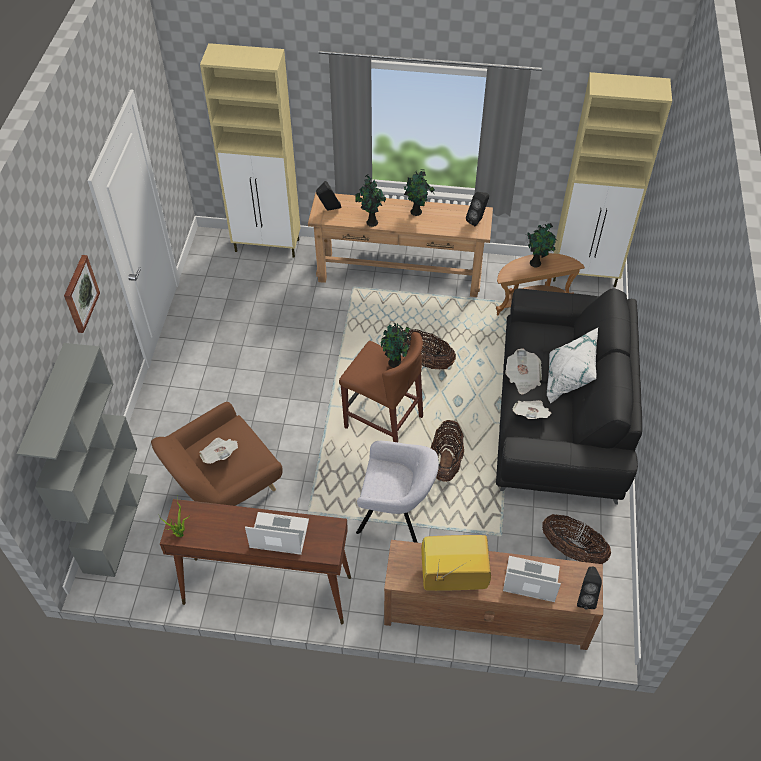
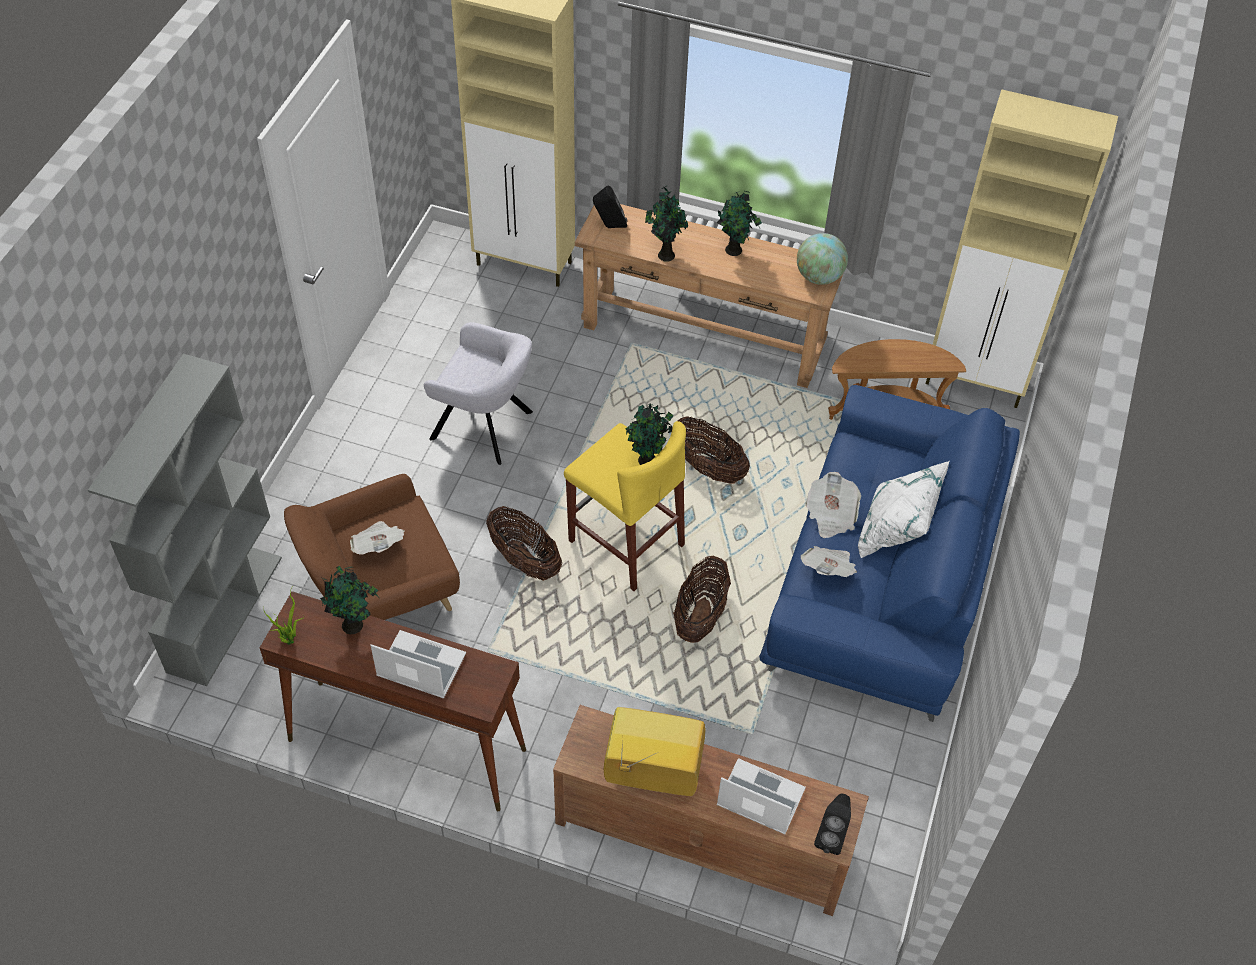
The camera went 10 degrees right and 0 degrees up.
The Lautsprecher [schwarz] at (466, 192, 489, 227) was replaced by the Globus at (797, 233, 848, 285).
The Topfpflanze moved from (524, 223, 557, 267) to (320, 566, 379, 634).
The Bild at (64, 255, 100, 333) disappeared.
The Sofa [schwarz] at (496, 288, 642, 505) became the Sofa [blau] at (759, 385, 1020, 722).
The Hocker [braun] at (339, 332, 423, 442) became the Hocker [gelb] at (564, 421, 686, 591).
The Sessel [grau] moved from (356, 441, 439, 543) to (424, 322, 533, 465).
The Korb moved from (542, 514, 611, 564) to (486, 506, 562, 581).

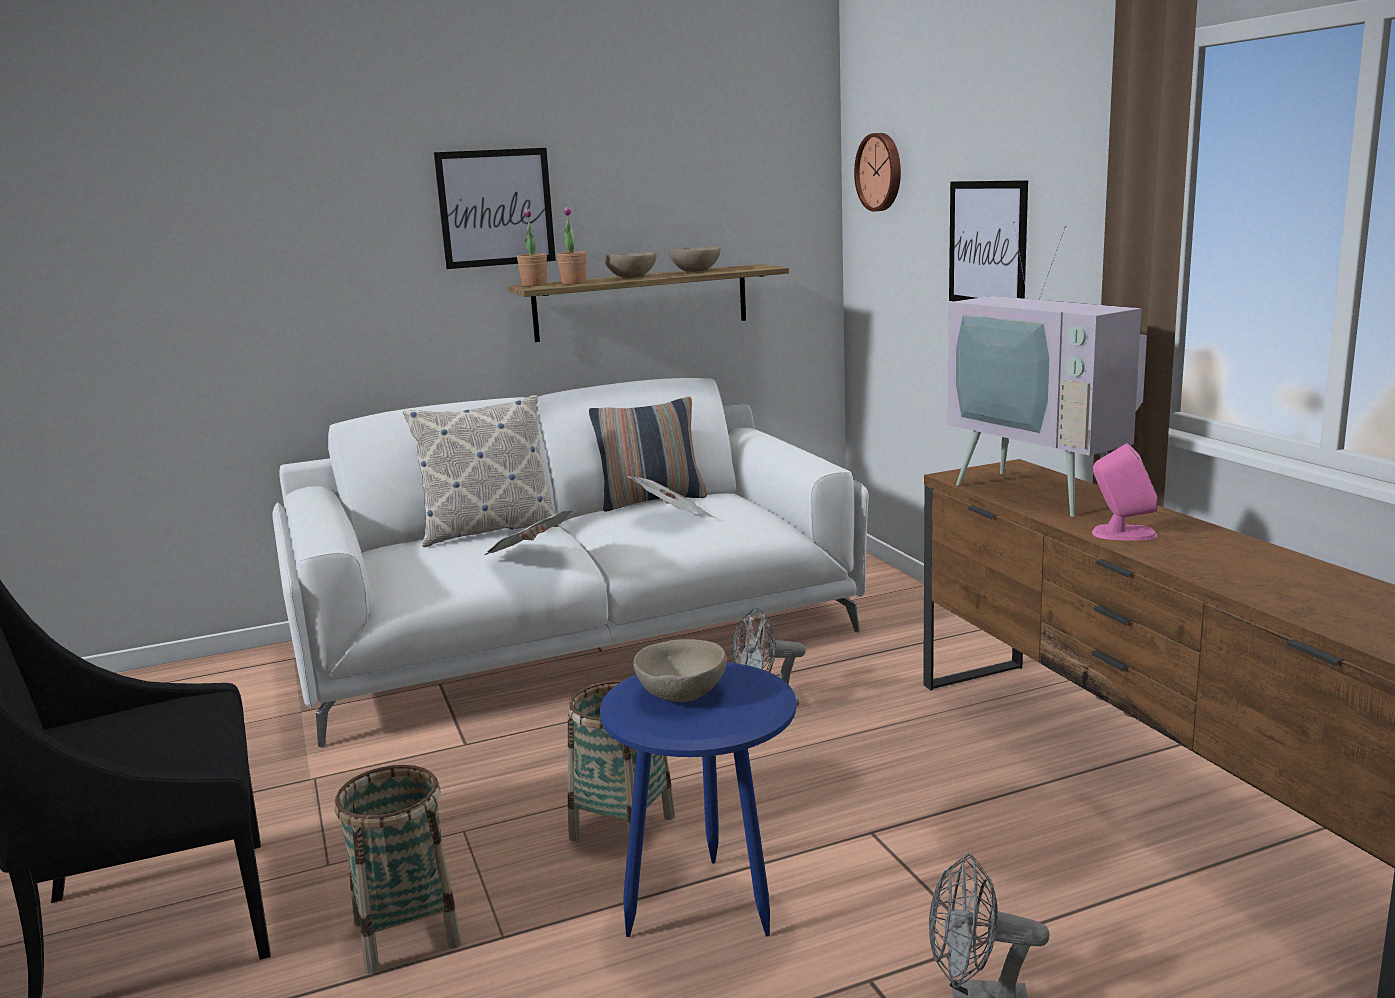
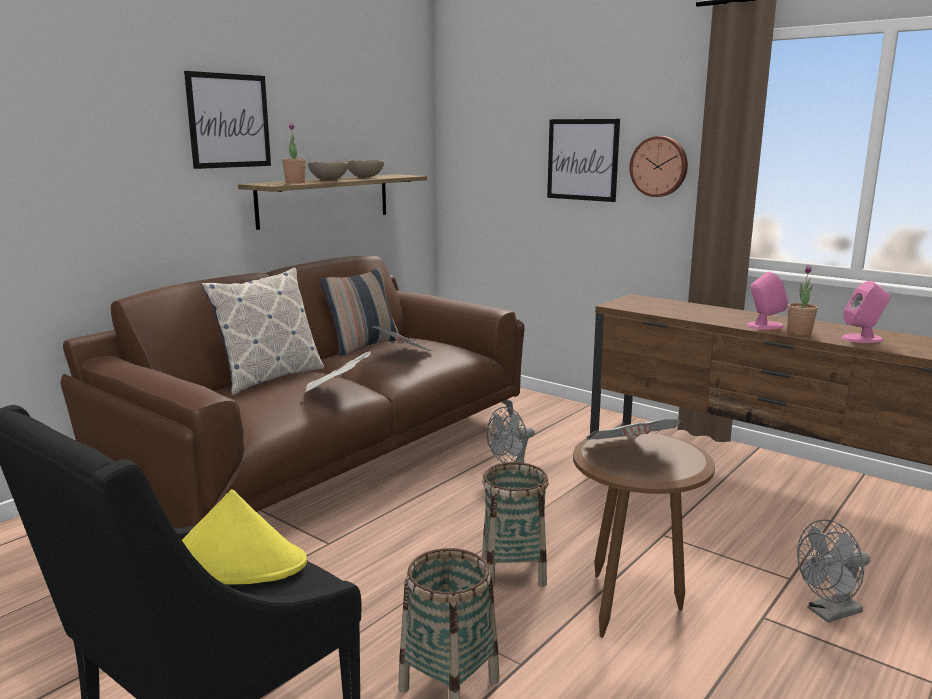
The camera went 30 degrees left and 0 degrees up.
The Wanduhr moved from (854, 133, 901, 211) to (629, 136, 688, 197).
The Topfpflanze moved from (517, 208, 547, 286) to (787, 265, 818, 335).
The Fernseher at (947, 221, 1147, 517) disappeared.
The Sofa [weiß] at (273, 378, 869, 747) became the Sofa [braun] at (60, 256, 525, 528).
The Schüssel [beige] at (633, 639, 727, 702) was replaced by the Zeitung at (585, 419, 682, 440).
The Beistelltisch [blau] at (600, 662, 796, 937) became the Beistelltisch [braun] at (573, 433, 715, 638).
The Lautsprecher [rosa] at (841, 281, 890, 343) appeared.
The Hut [gelb] at (182, 490, 307, 584) appeared.

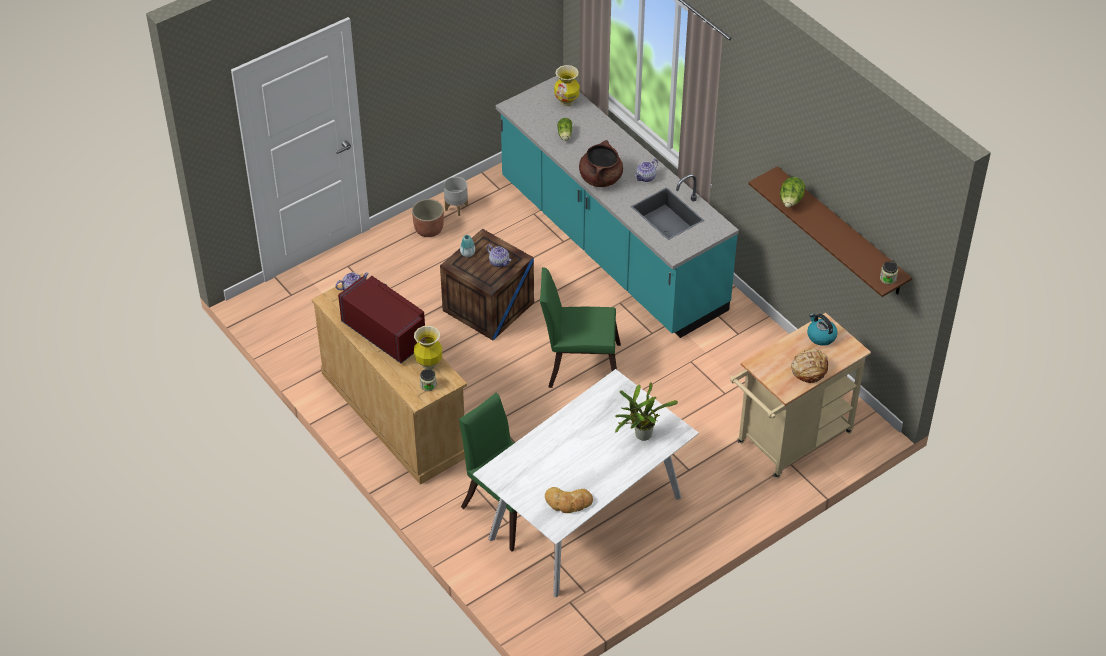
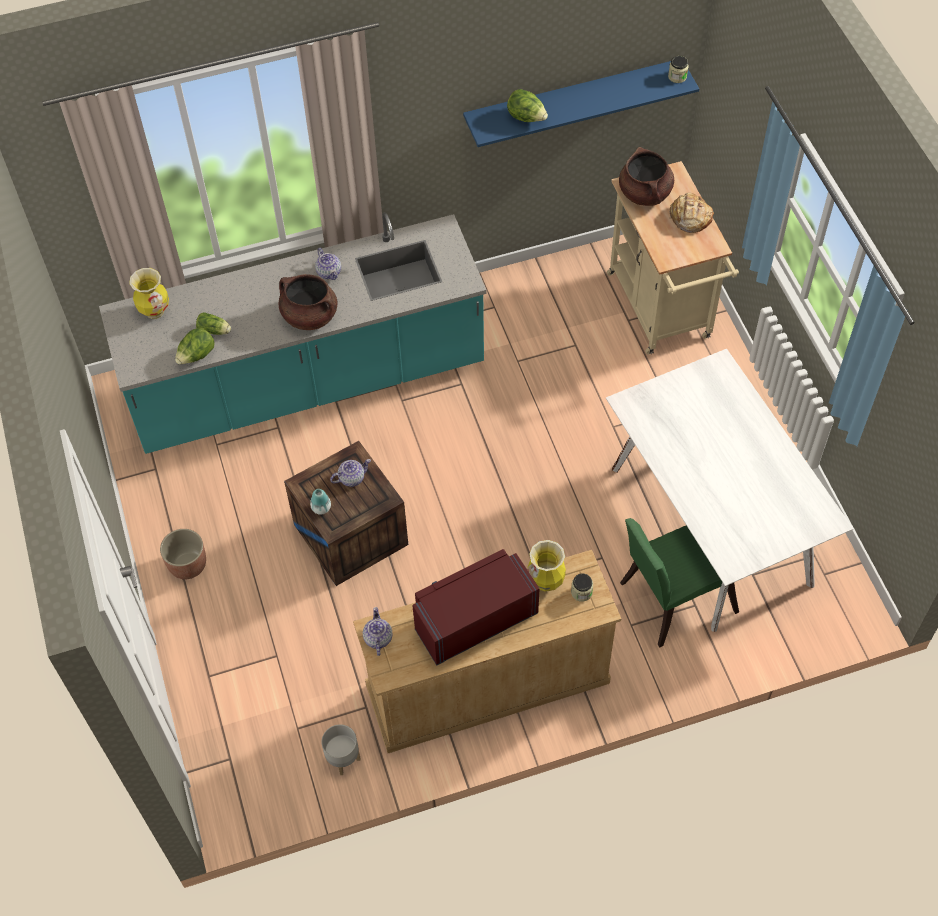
The camera went 70 degrees left and 10 degrees up.
The Wandregal [braun] at (748, 166, 912, 297) became the Wandregal [blau] at (463, 61, 699, 147).
The Pflanzkübel [grau] moved from (444, 177, 468, 216) to (321, 724, 360, 775).
The Stuhl [grün] at (540, 267, 621, 388) disappeared.
The Wasserkessel at (807, 313, 838, 345) was replaced by the Kochtopf [braun] at (619, 147, 674, 206).
The Topfpflanze at (615, 382, 678, 441) disappeared.
The Brot at (545, 487, 593, 513) disappeared.
The Salatkopf at (175, 328, 215, 364) appeared.

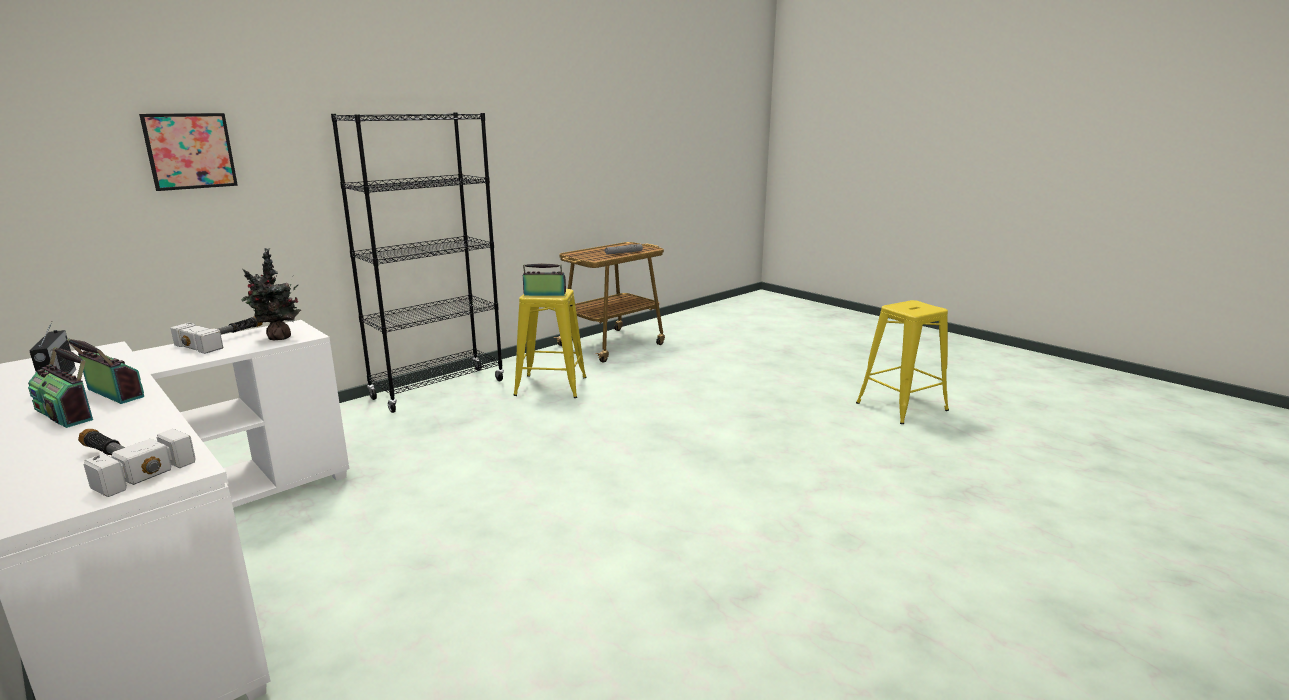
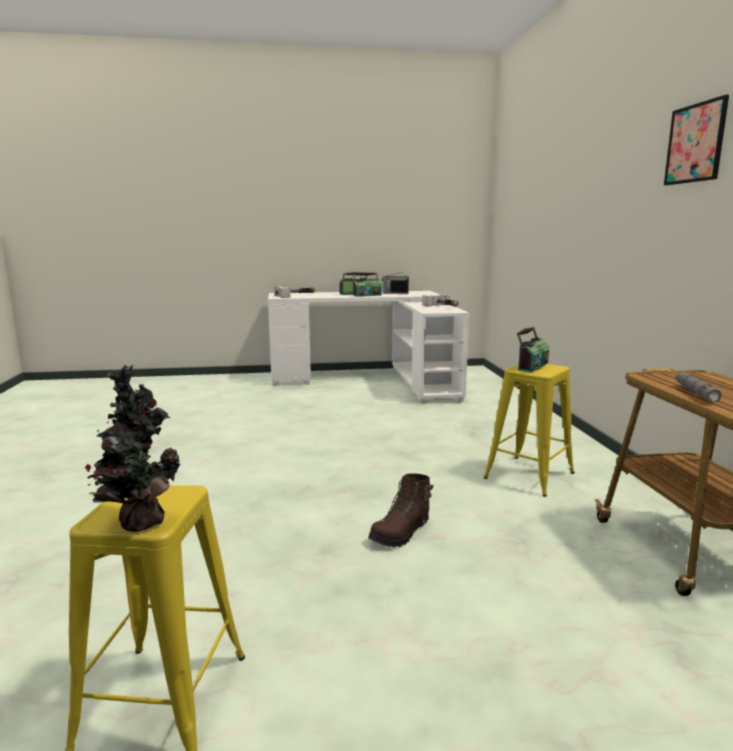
The camera went 125 degrees right and 5 degrees down.
The Bücherregal [schwarz] at (331, 112, 504, 413) disappeared.
The Bild moved from (139, 113, 238, 191) to (664, 95, 729, 185).
The Topfpflanze moved from (241, 248, 302, 340) to (85, 364, 180, 532).
The Stiefel [braun] at (368, 473, 433, 547) appeared.

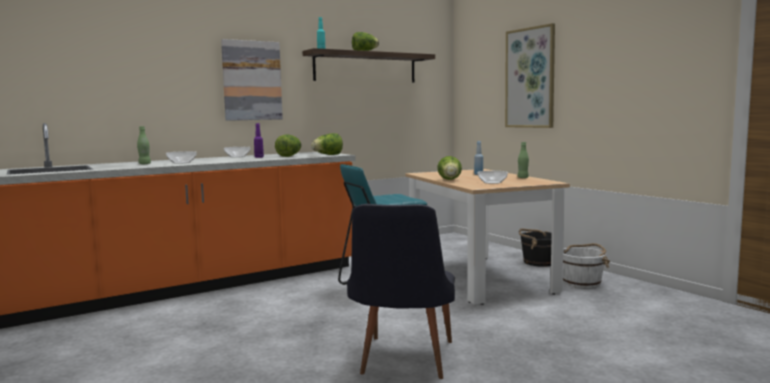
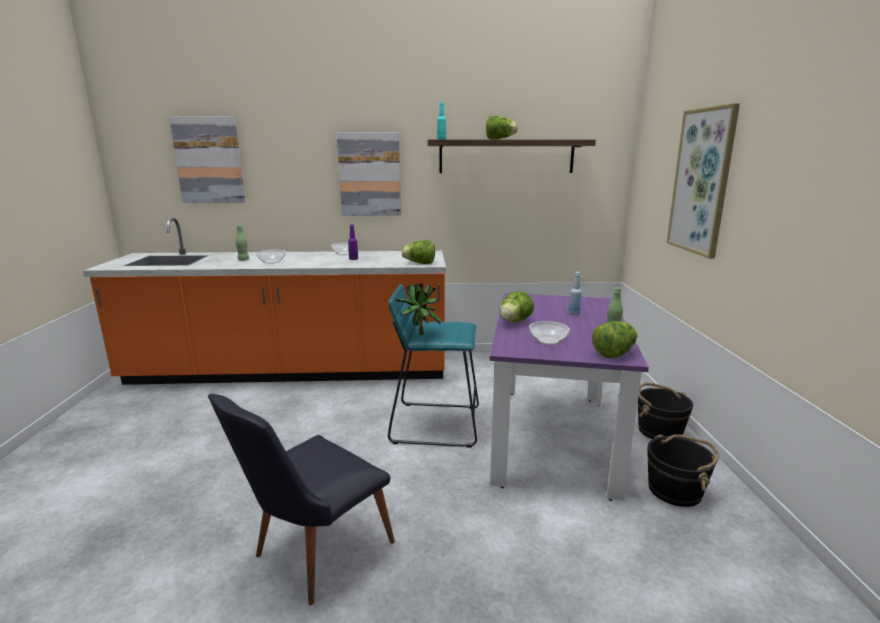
The camera went 30 degrees right and 10 degrees up.
The Salatkopf moved from (275, 135, 302, 157) to (592, 321, 638, 358).
The Esstisch [beige] at (405, 169, 570, 305) became the Esstisch [lila] at (490, 293, 649, 501).
The Eimer [weiß] at (563, 243, 610, 288) became the Eimer [schwarz] at (647, 434, 719, 507).
The Bild at (169, 116, 245, 203) appeared.
The Topfpflanze at (396, 284, 442, 335) appeared.

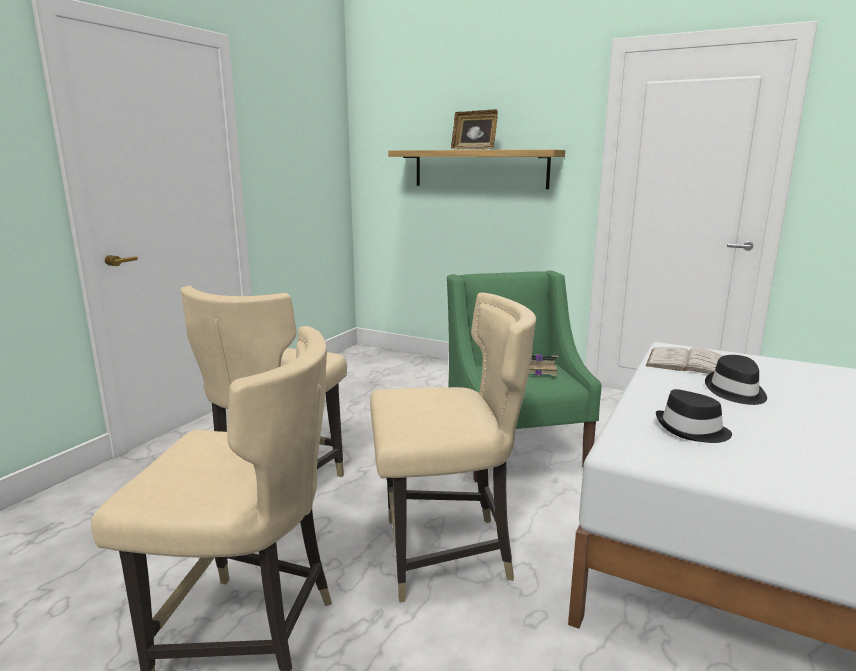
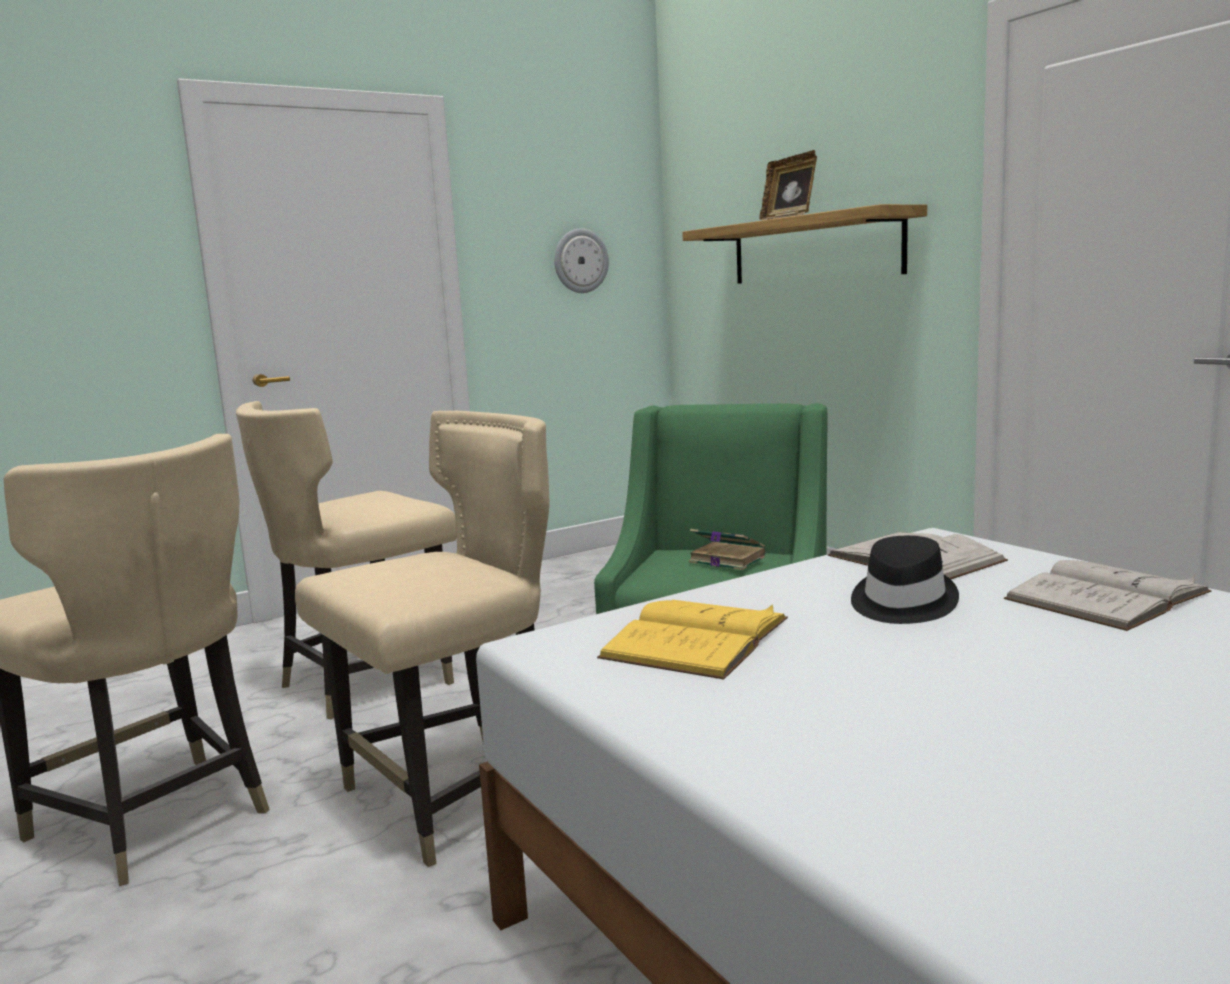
The camera went 30 degrees right and 5 degrees down.
The Stuhl [beige] at (370, 292, 536, 602) turned 60 degrees counterclockwise.
The Hut [schwarz] at (656, 389, 732, 443) was replaced by the Buch [gelb] at (597, 600, 788, 679).
The Wanduhr at (554, 228, 609, 293) appeared.
The Buch [weiß] at (1004, 560, 1212, 631) appeared.

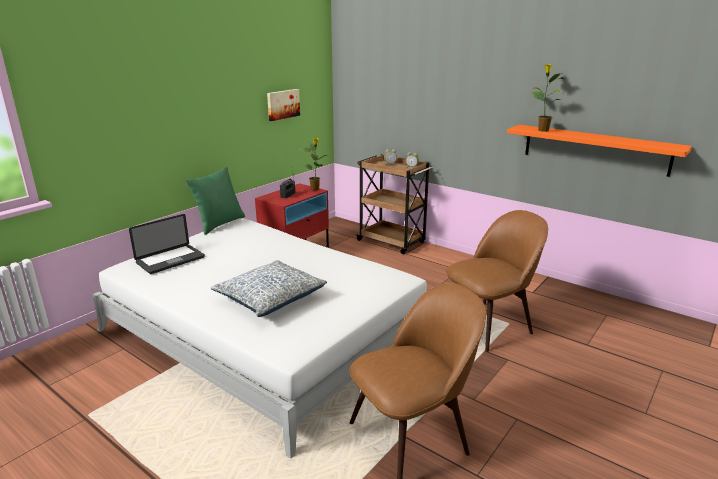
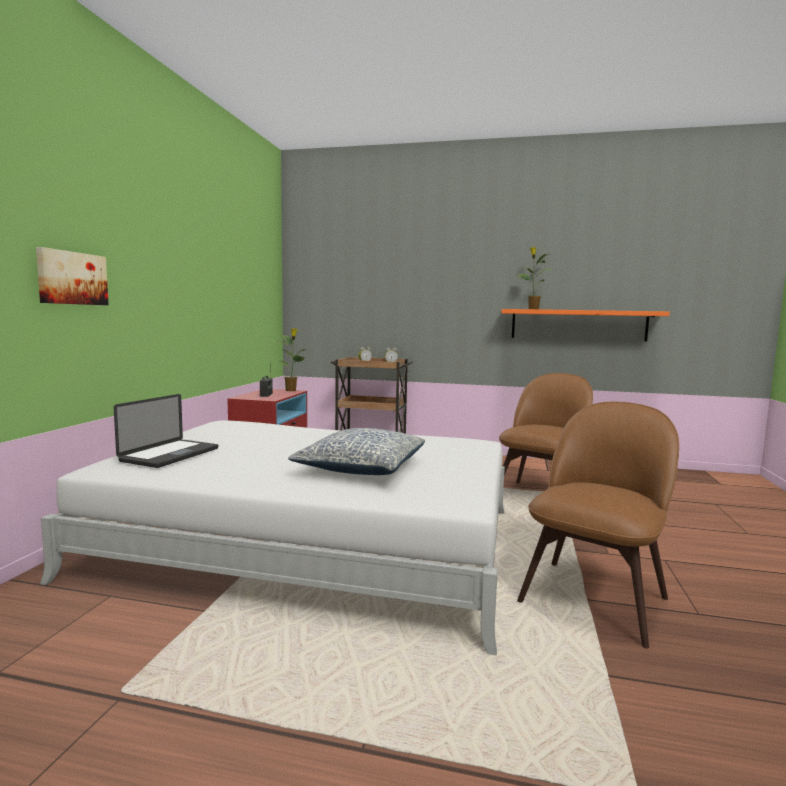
The camera went 25 degrees left and 15 degrees down.
The Bild moved from (267, 89, 300, 121) to (36, 247, 109, 305).
The Kissen [grün] at (186, 167, 245, 235) disappeared.

